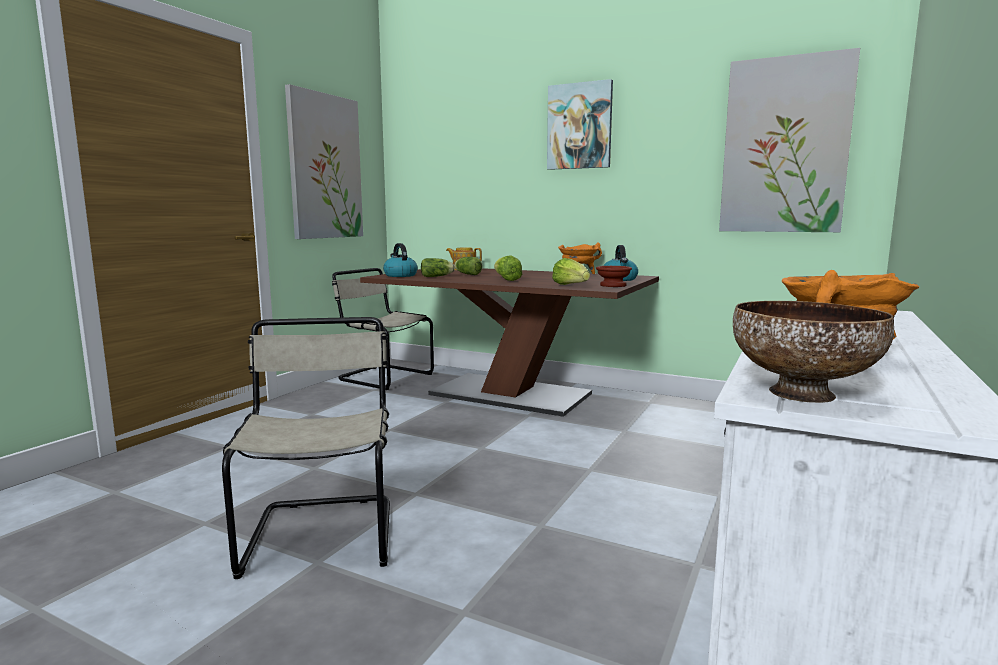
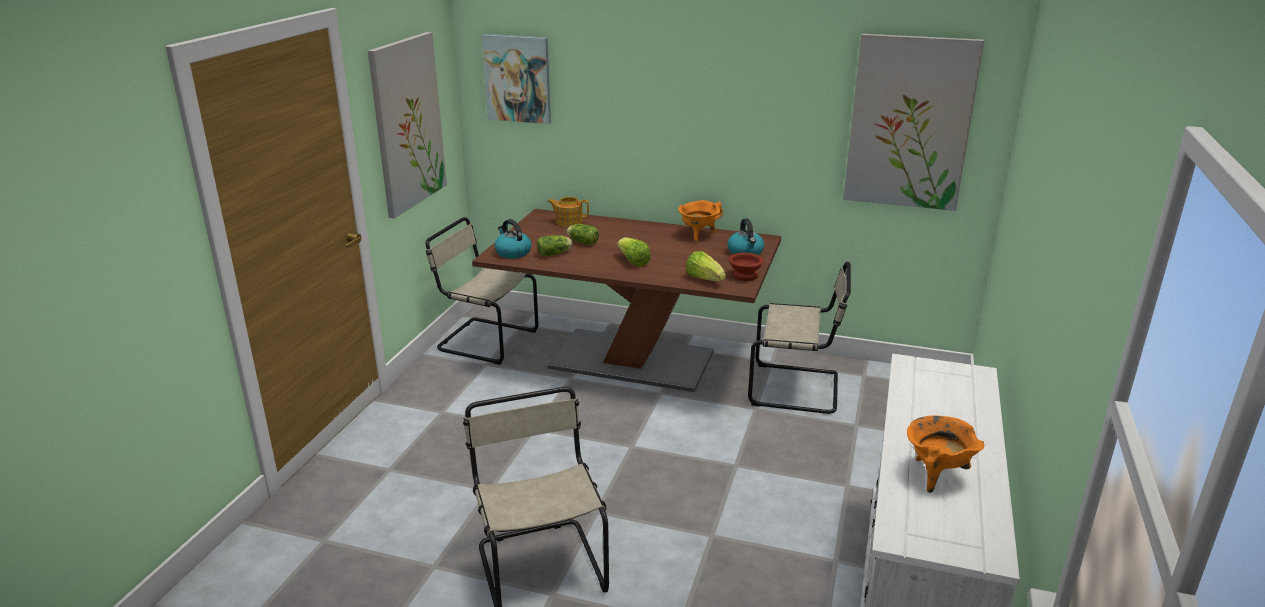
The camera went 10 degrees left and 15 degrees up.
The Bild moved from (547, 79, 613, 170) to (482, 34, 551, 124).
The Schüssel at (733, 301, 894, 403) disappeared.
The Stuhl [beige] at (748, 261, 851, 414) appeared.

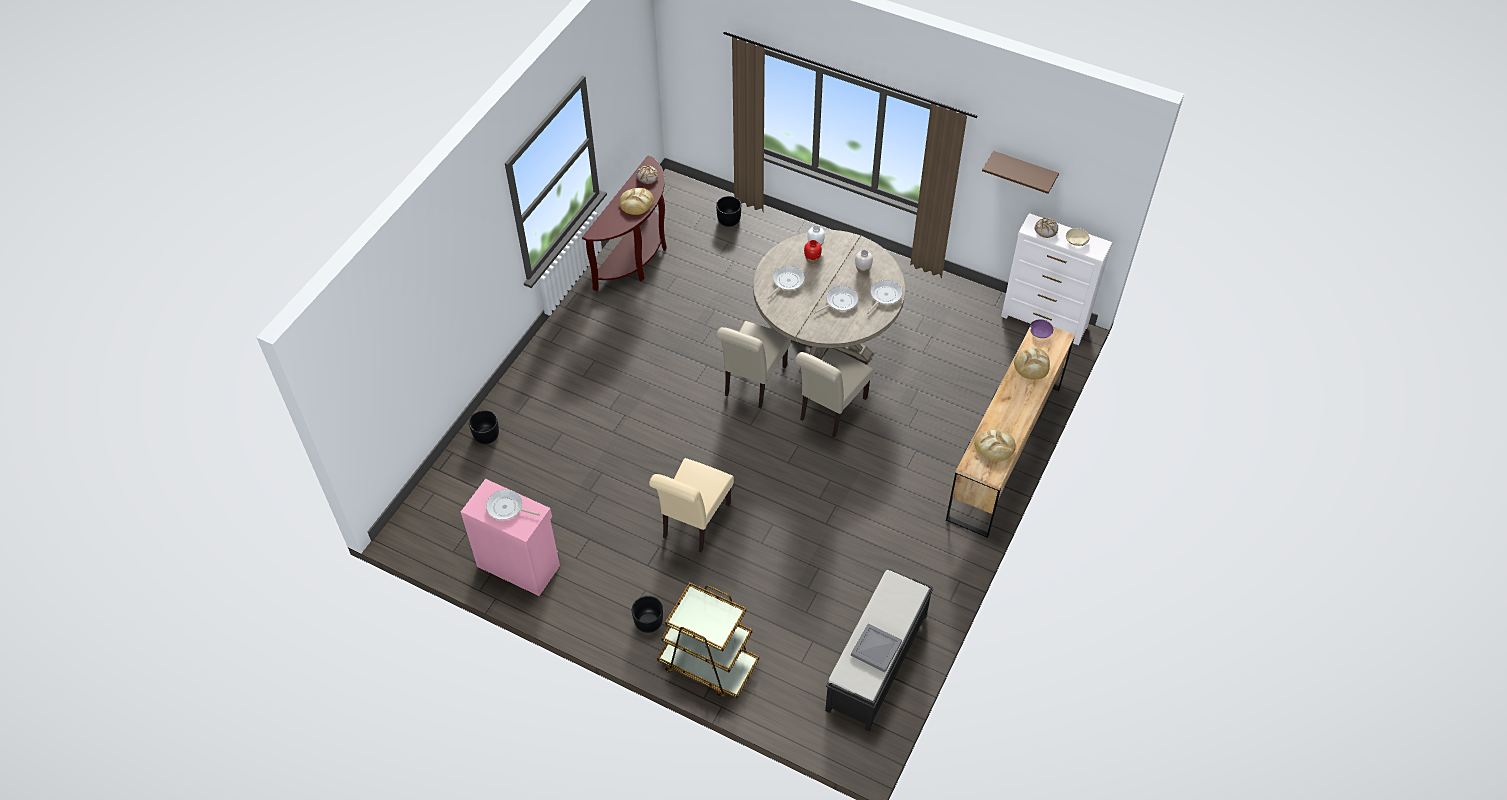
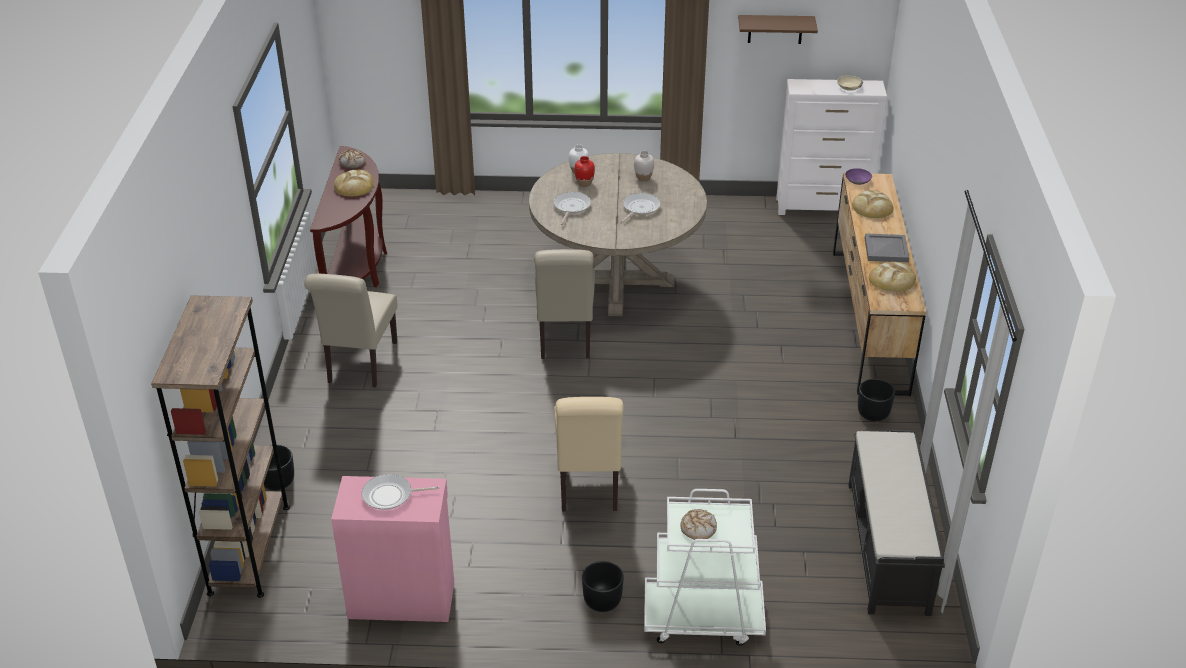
The camera went 25 degrees left and 15 degrees down.
The Pflanzkübel [schwarz] moved from (716, 196, 741, 227) to (858, 379, 895, 422).
The Brot moved from (1035, 218, 1058, 238) to (680, 509, 717, 540).
The Pfanne at (867, 280, 902, 314) disappeared.
The Stuhl [beige] moved from (795, 348, 874, 438) to (304, 274, 398, 387).
The Rollwagen [braun] at (657, 582, 759, 698) became the Rollwagen [weiß] at (644, 489, 766, 646).
The Tablett [grau] moved from (851, 624, 902, 673) to (865, 233, 909, 263).
The Bücherregal [braun] at (151, 295, 290, 598) appeared.

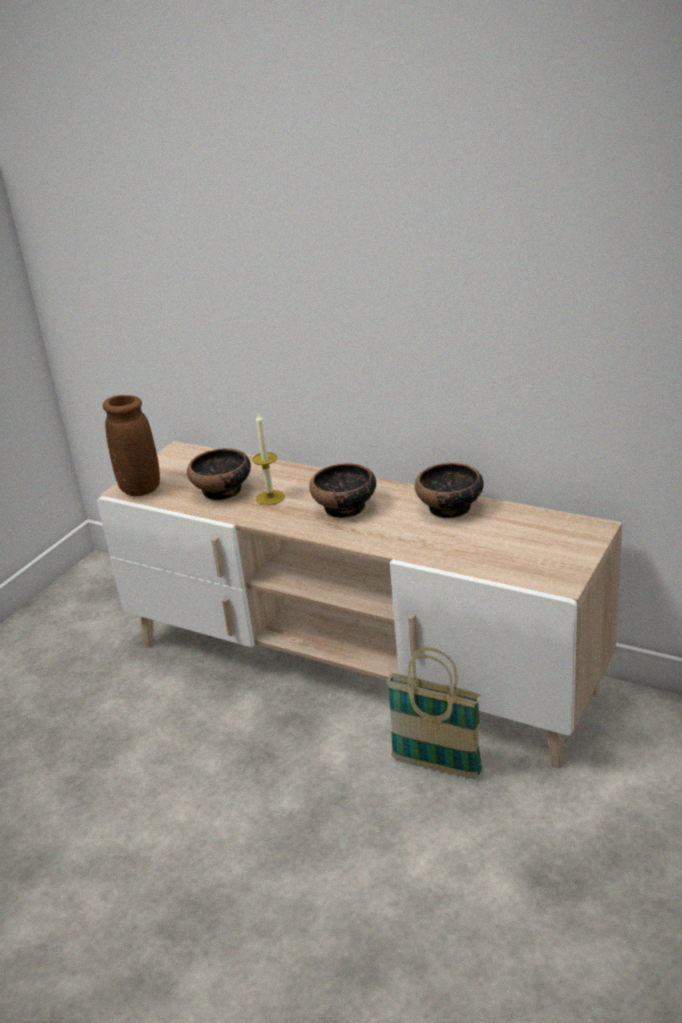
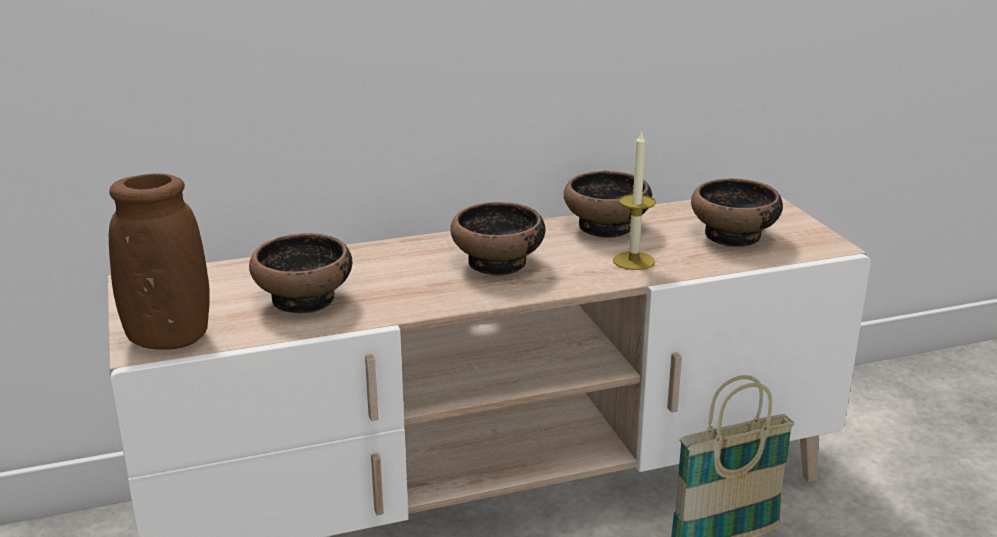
The camera went 50 degrees left and 5 degrees down.
The Kerze moved from (252, 413, 285, 505) to (613, 130, 656, 270).
The Schüssel at (691, 178, 783, 247) appeared.

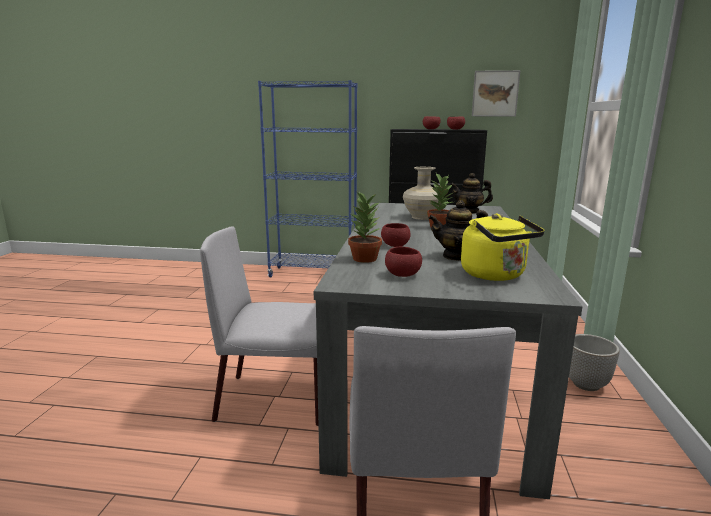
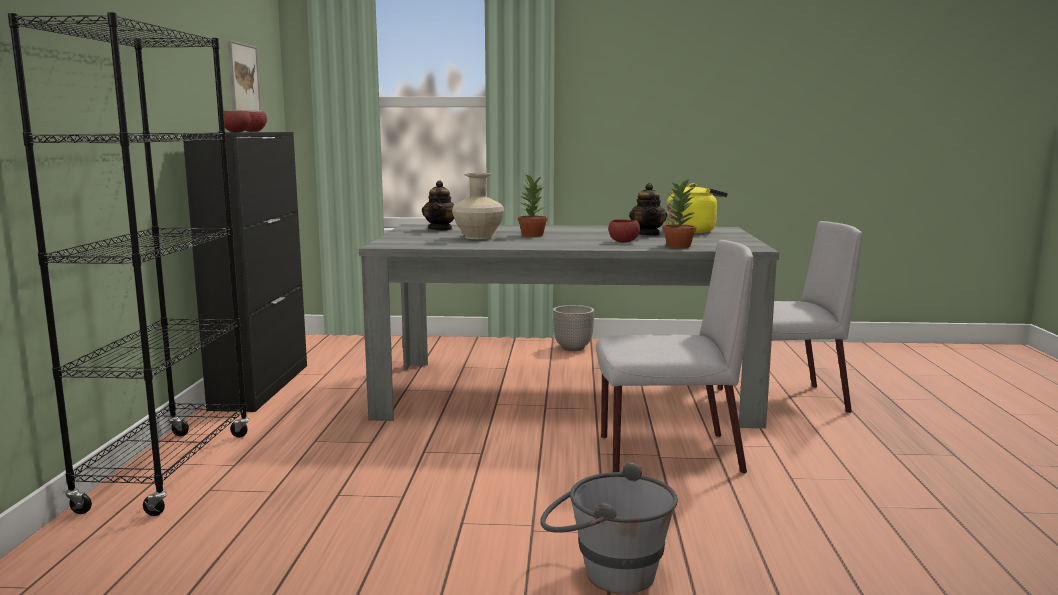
The camera went 95 degrees left and 5 degrees down.
The Bücherregal [blau] at (258, 80, 357, 277) became the Bücherregal [schwarz] at (8, 12, 249, 516).
The Stuhl [grau] at (200, 226, 318, 426) turned 90 degrees counterclockwise.
The Schüssel [rot] at (385, 247, 422, 277) disappeared.
The Eimer [grau] at (540, 462, 678, 594) appeared.

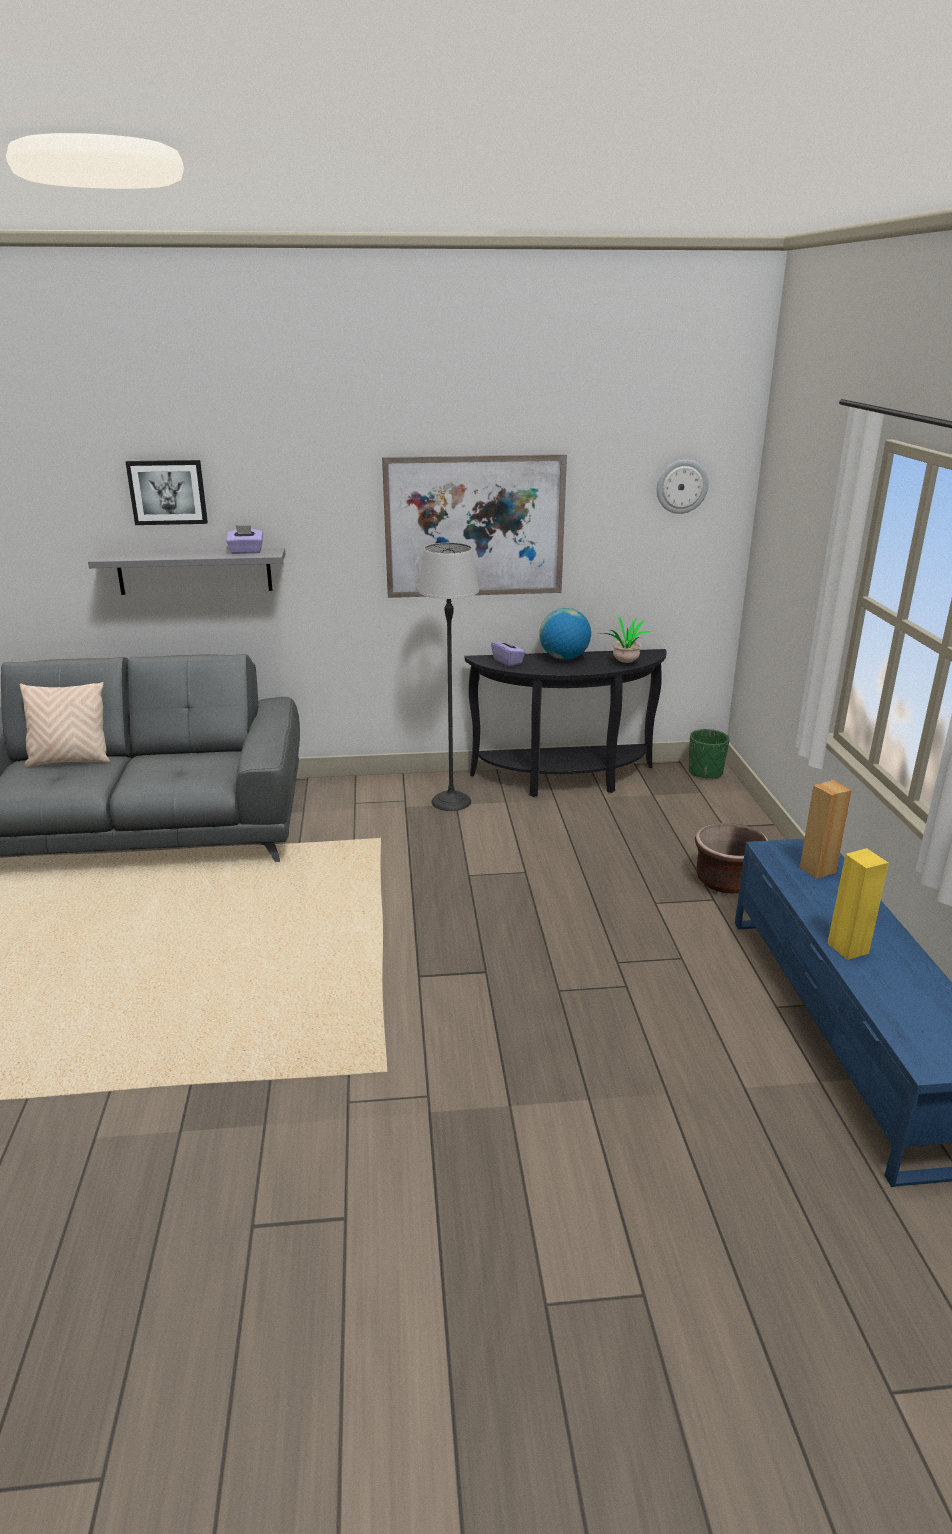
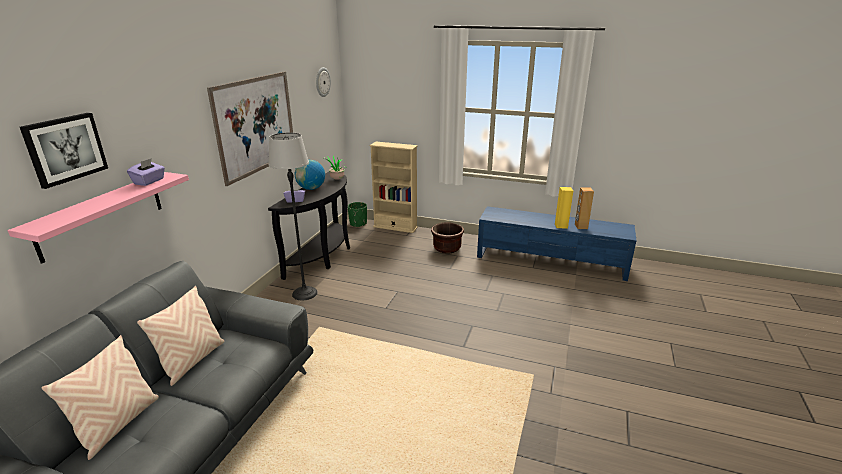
The camera went 65 degrees left and 0 degrees up.
The Wandregal [grau] at (88, 548, 285, 595) became the Wandregal [rosa] at (8, 172, 189, 264).
The Lautsprecher [braun] moved from (800, 780, 852, 879) to (575, 187, 594, 229).
The Bücherregal [beige] at (369, 142, 418, 233) appeared.
The Kissen [beige] at (137, 286, 224, 386) appeared.

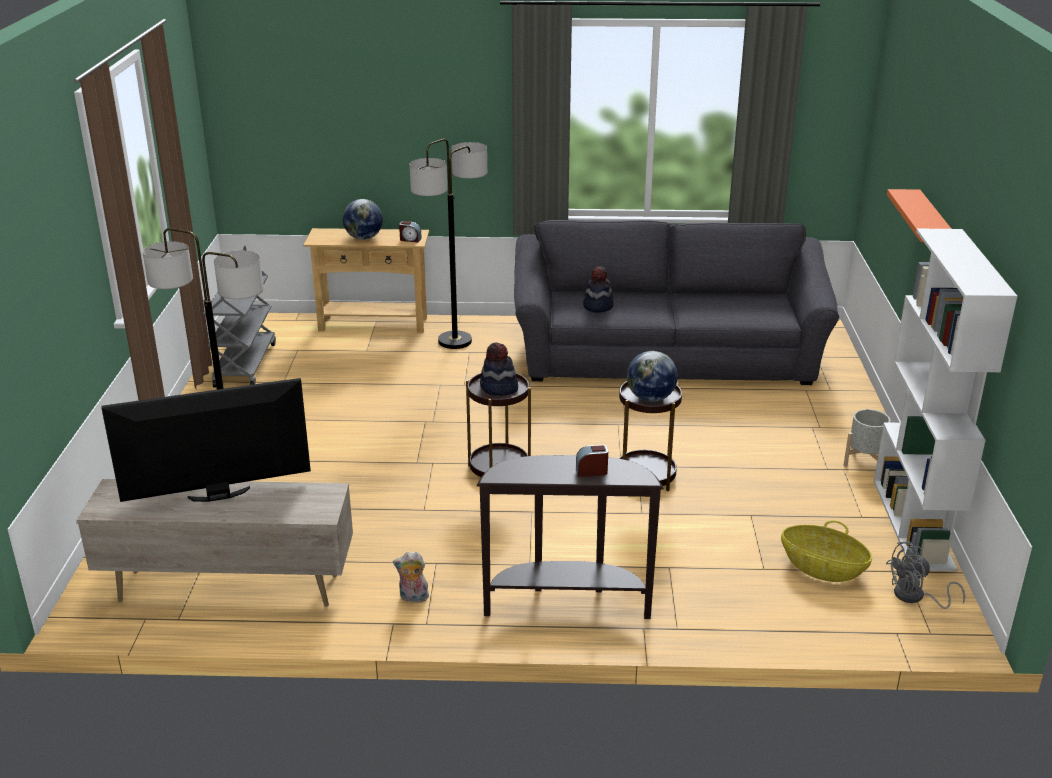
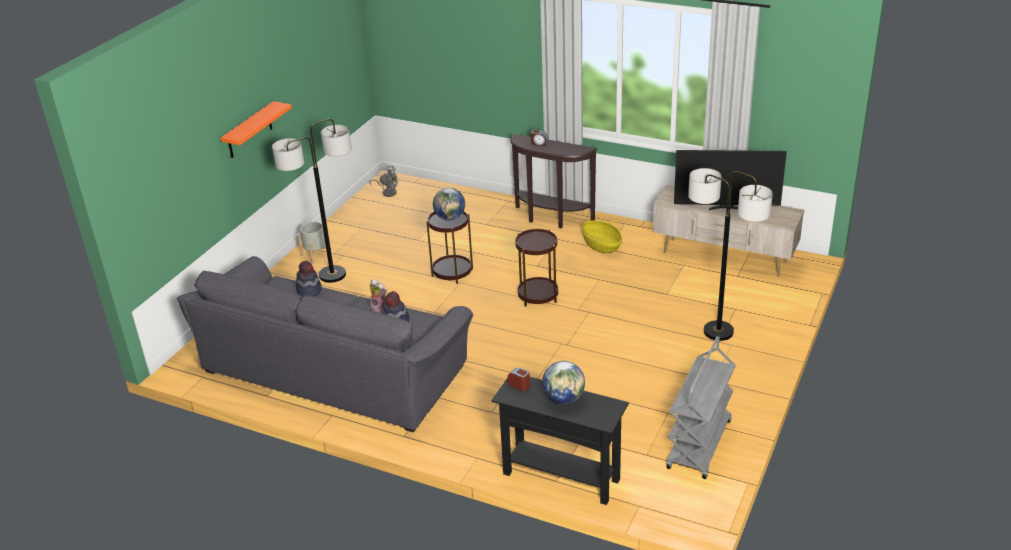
The camera went 155 degrees left and 5 degrees up.
The Stehlampe moved from (410, 139, 487, 349) to (272, 119, 352, 283).
The Konsolentisch [beige] at (303, 228, 429, 333) became the Konsolentisch [schwarz] at (491, 377, 629, 505).
The Bücherregal [weiß] at (874, 229, 1017, 571) disappeared.
The Hut moved from (480, 342, 518, 396) to (296, 261, 322, 297).
The Korb moved from (781, 520, 872, 582) to (582, 220, 622, 253).
The Plüschtier moved from (393, 552, 429, 603) to (370, 279, 387, 313).

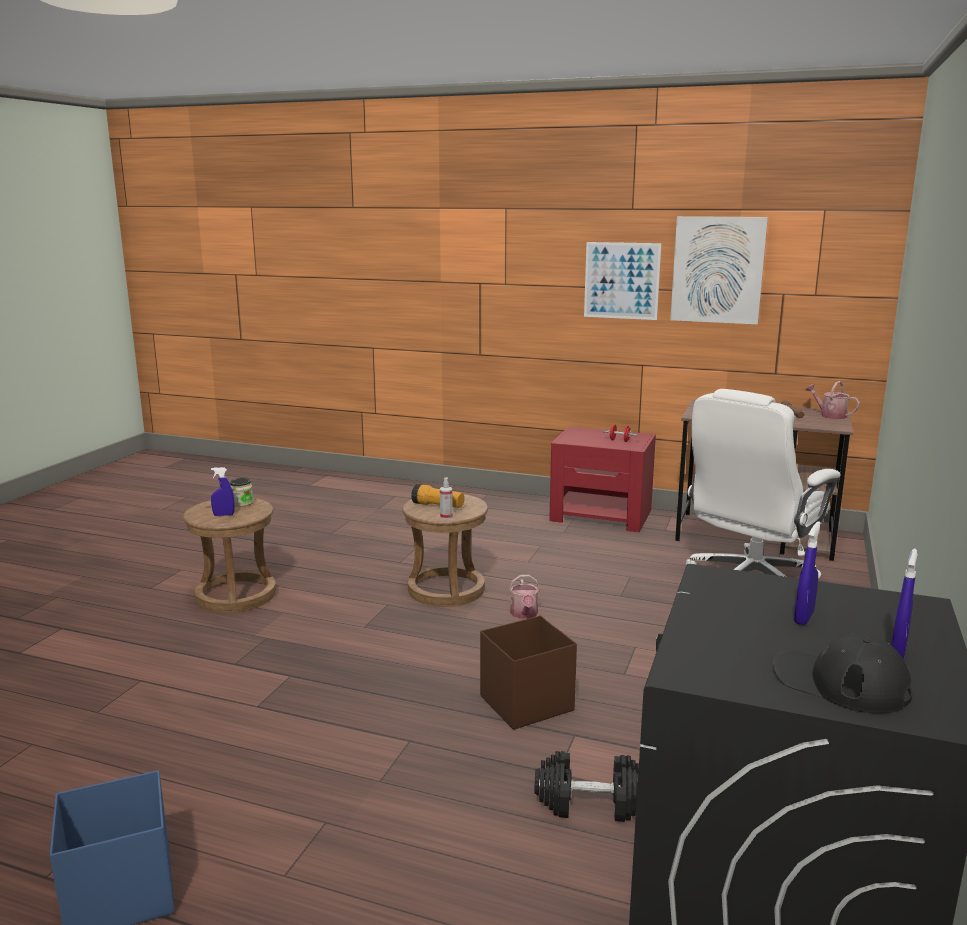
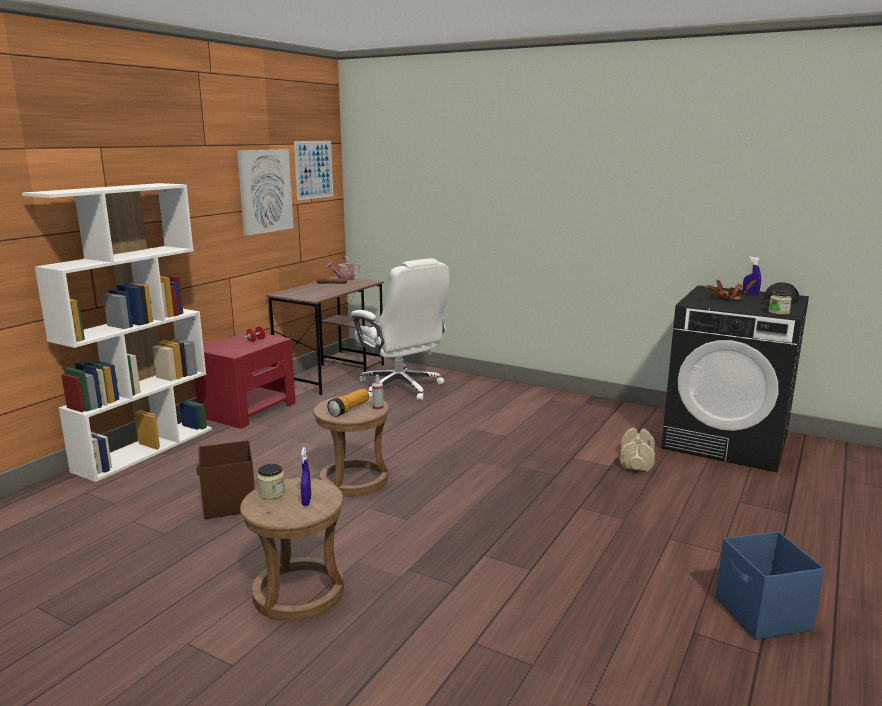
The camera went 80 degrees left and 0 degrees up.
The Bild moved from (584, 242, 662, 320) to (294, 141, 333, 200).
The Sprühflasche [blau] at (794, 521, 821, 625) was replaced by the Topfpflanze at (705, 280, 757, 300).
The Gießkanne at (509, 575, 540, 619) disappeared.
The Aufbewahrungsbox [braun] moved from (480, 616, 577, 730) to (196, 440, 255, 519).
The Hantel [schwarz] at (534, 751, 639, 822) became the Hantel [beige] at (620, 428, 655, 471).
The Bücherregal [weiß] at (22, 183, 212, 482) appeared.
The Vorratsglas at (768, 291, 792, 315) appeared.

